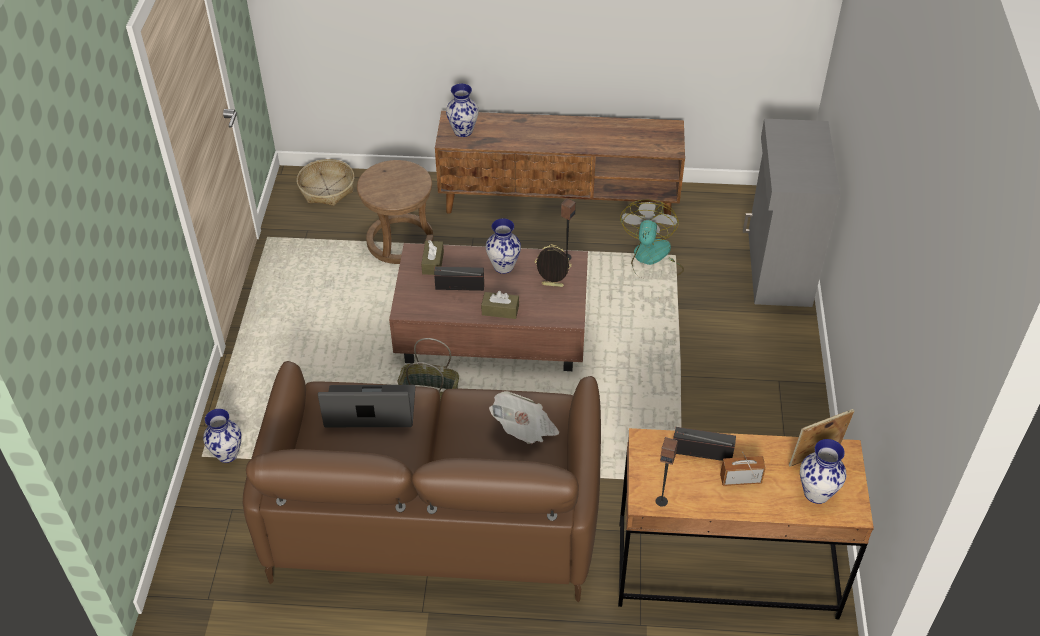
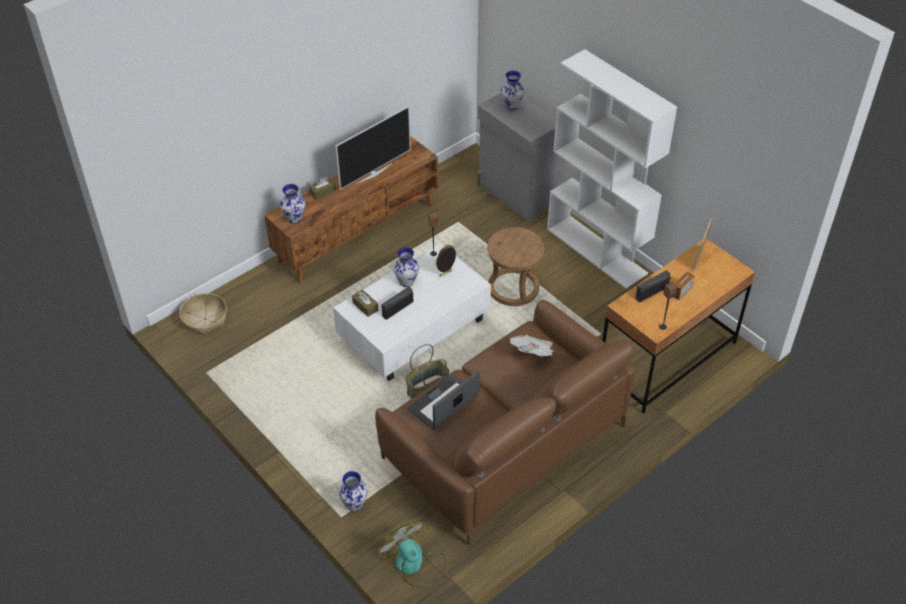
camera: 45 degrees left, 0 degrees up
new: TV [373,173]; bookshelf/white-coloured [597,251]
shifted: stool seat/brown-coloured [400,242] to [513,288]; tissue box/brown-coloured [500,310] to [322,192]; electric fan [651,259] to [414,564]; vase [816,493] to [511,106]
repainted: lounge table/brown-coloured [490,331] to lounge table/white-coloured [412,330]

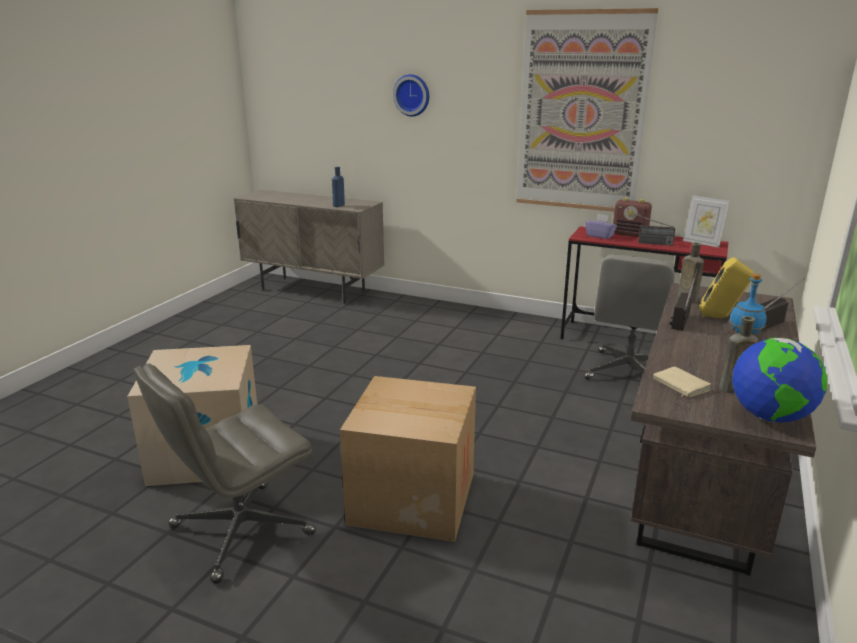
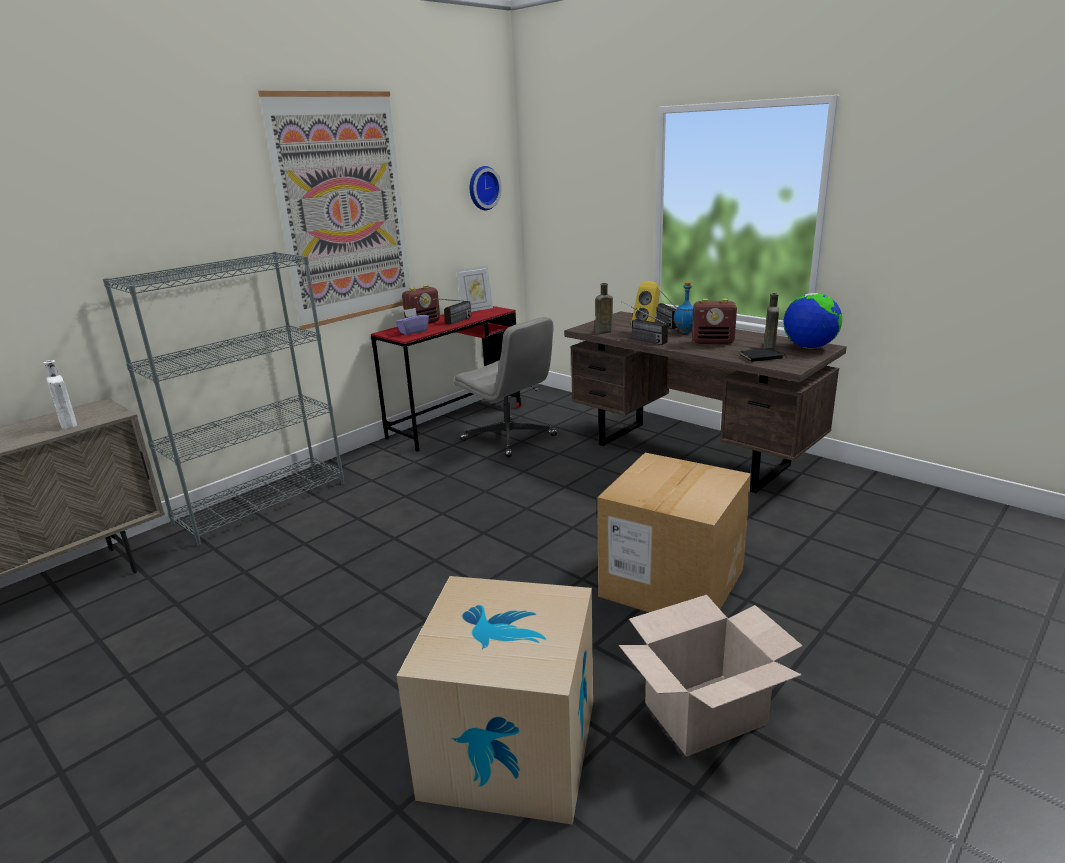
camera: 70 degrees left, 0 degrees up
new: bookshelf/gray [262,502]; radio [713,342]
shifted: hanging clock [412,95] to [482,188]
swapped: computer chair/gray [240,531] to packing box [705,714]
repainted: beverage bottle/blue [338,205] to beverage bottle/white-coloured [69,425]; bound book/sand-coloured [679,385] to bound book/black [761,357]

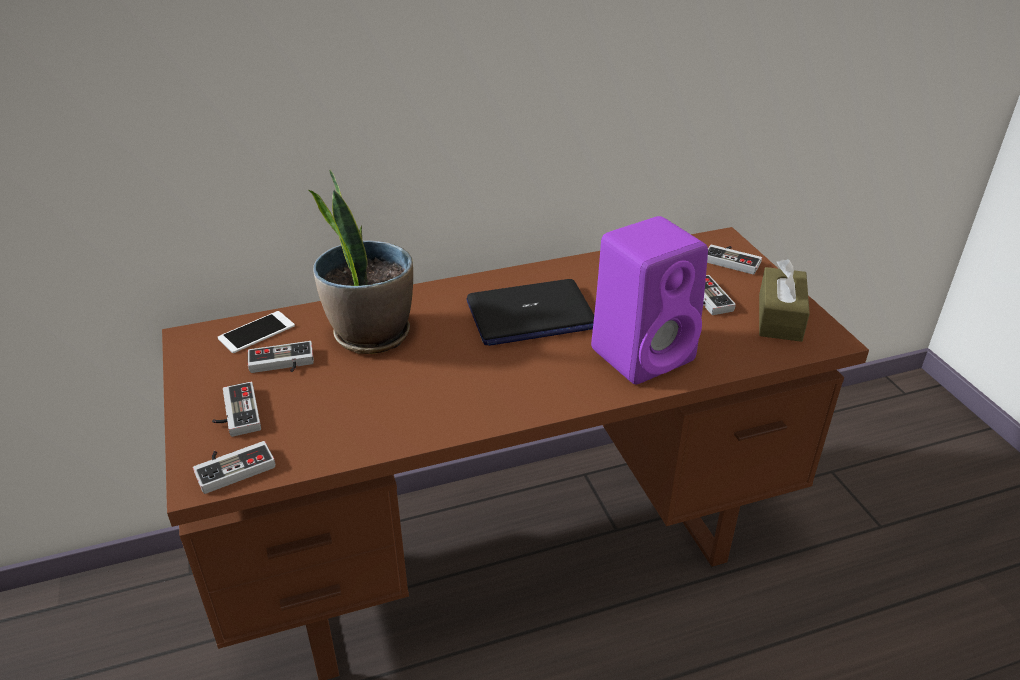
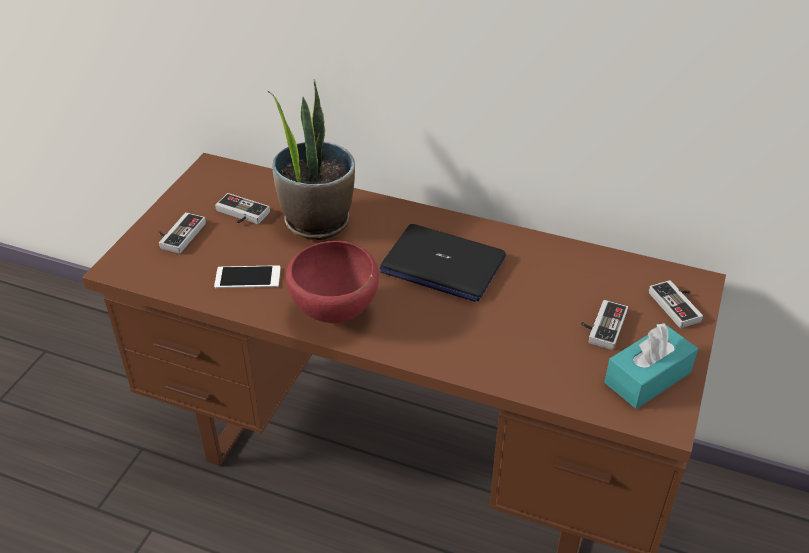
camera: 40 degrees right, 5 degrees up
gone: joypad [233,466]; loudspeaker/purple [644,353]
new: deep dish/reddish [336,314]
shifted: telephone [256,332] to [247,277]
repainted: tissue box/brown-coloured [780,317] to tissue box/turquoise-coloured [647,377]

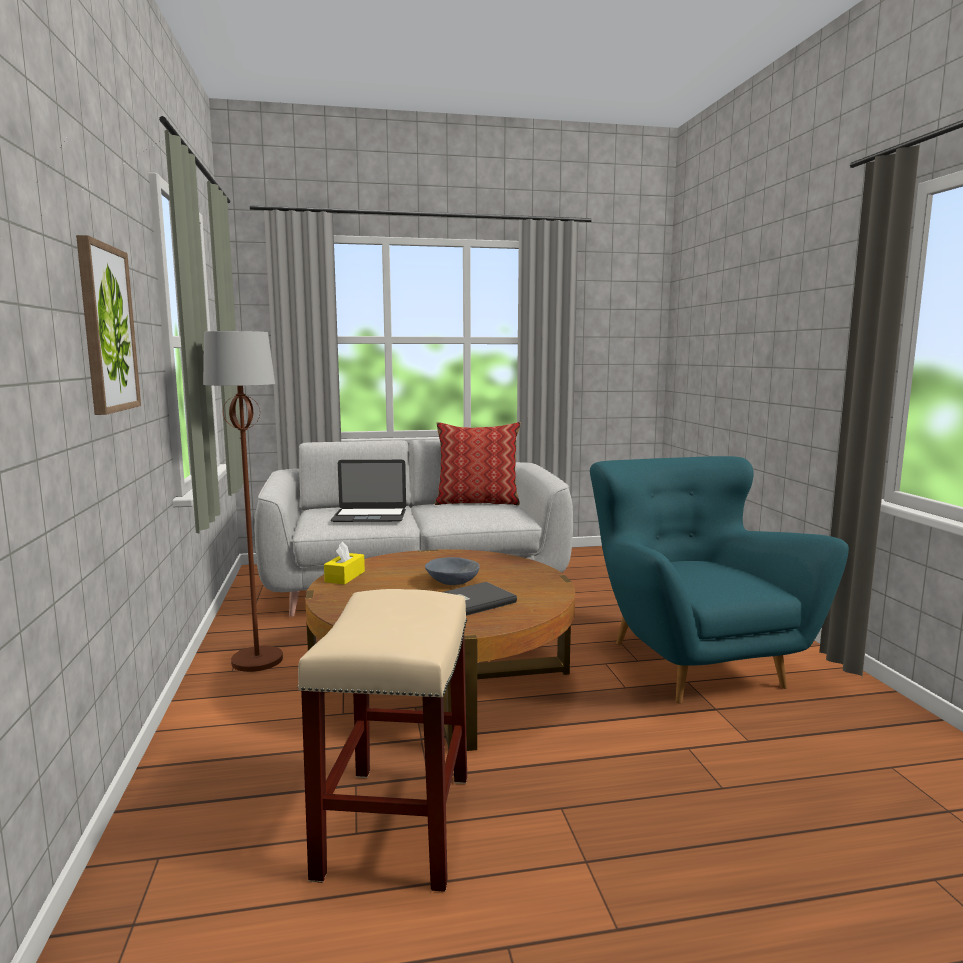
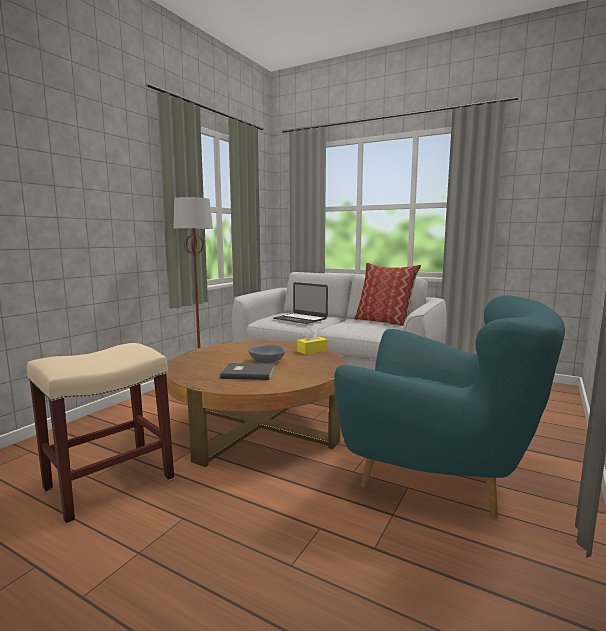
camera: 40 degrees right, 0 degrees up
gone: picture [106,329]
shifted: tissue box/yellow [345,577] to [312,351]
rotated: lounge chair/turquoise-coloured [691,662] = [438,475] 90 degrees clockwise

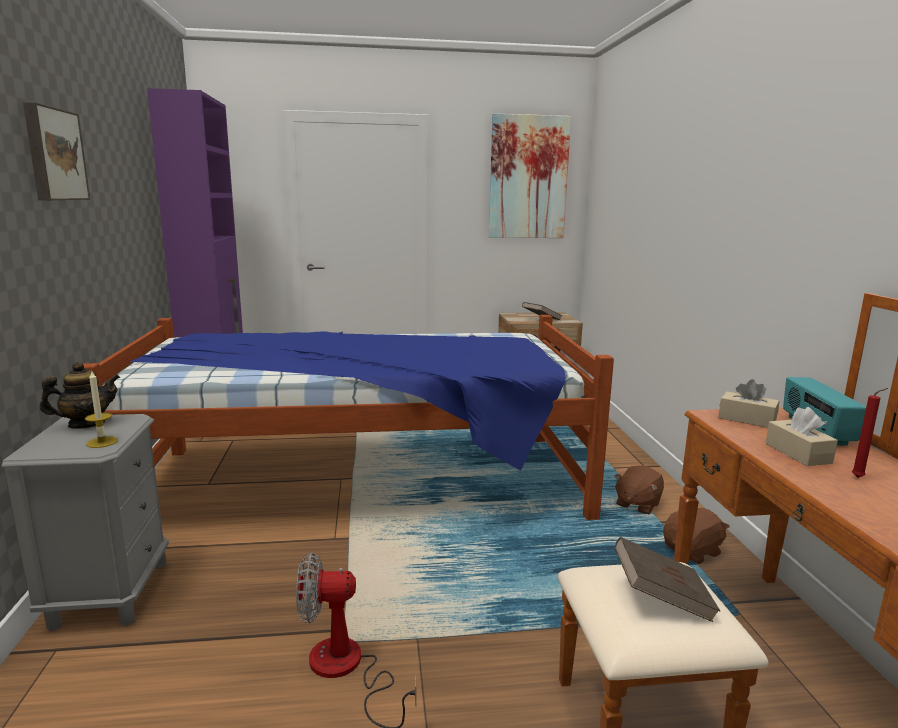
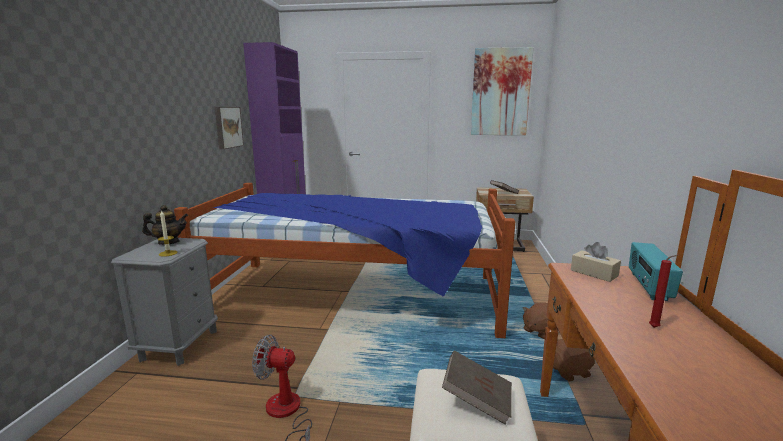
camera: 15 degrees right, 0 degrees up
gone: tissue box/sand-coloured [797,453]
shifted: picture [53,154] to [227,127]

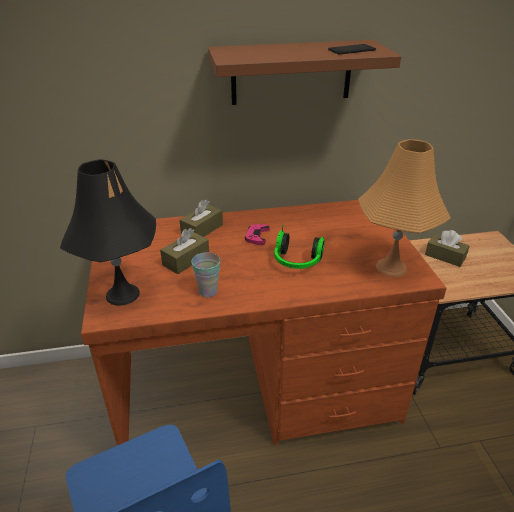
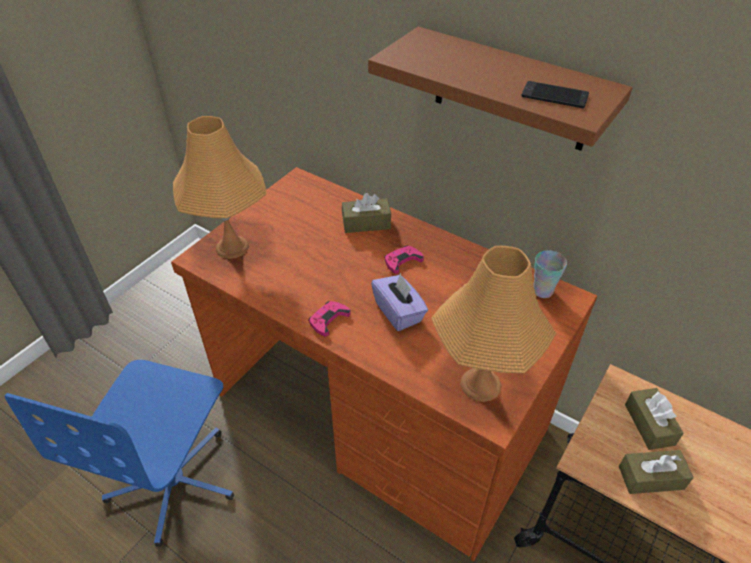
camera: 45 degrees right, 10 degrees up
new: joypad/pink [328,320]
shifted: tissue box/brown-coloured [186,260] to [651,477]; small cup [208,291] to [542,291]
swapped: pair of headphones [297,262] to tissue box/purple [399,312]
repainted: table lamp/black [123,294] to table lamp/orange-coloured [232,247]

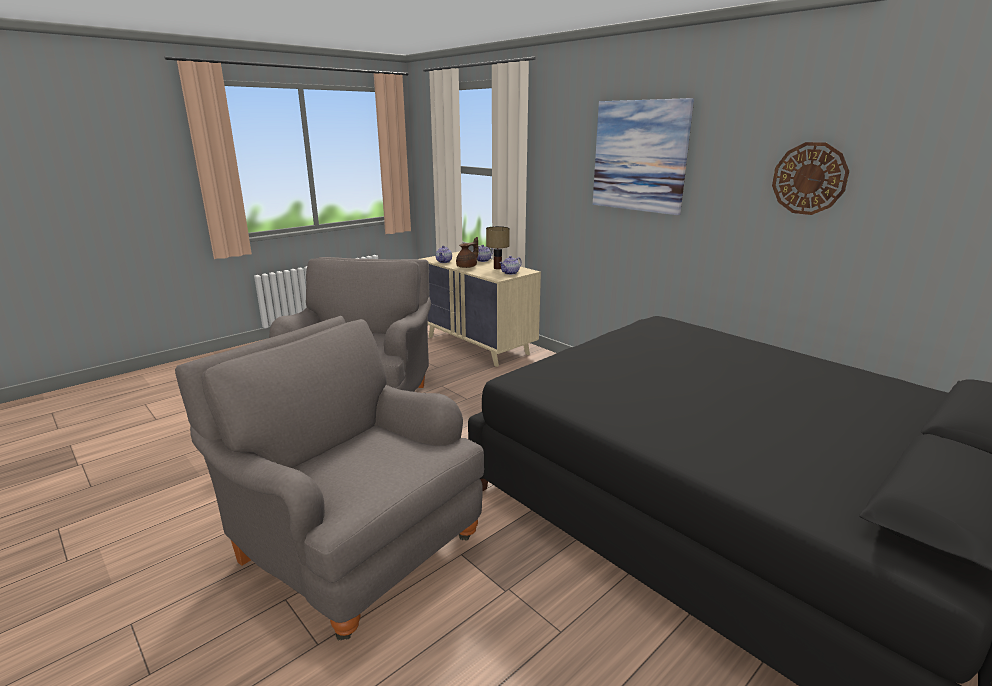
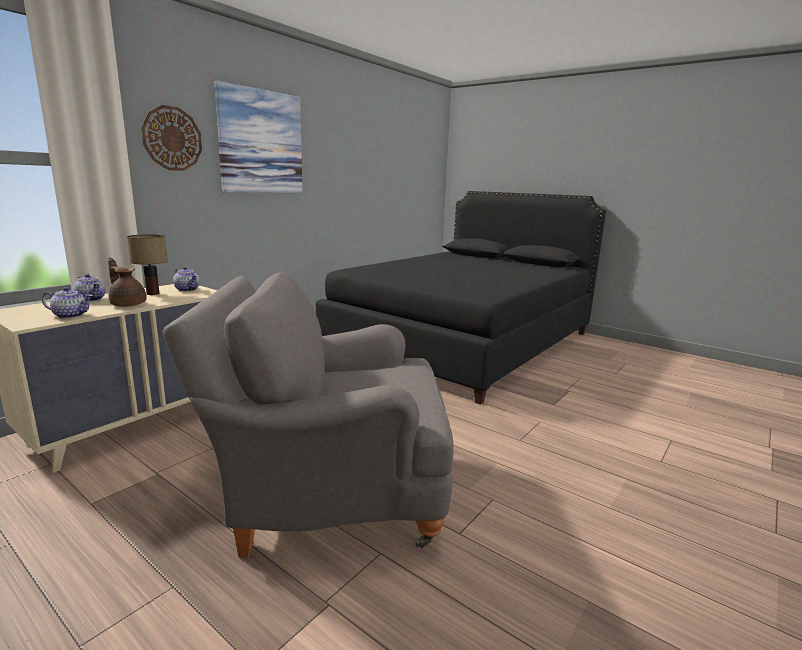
camera: 100 degrees left, 5 degrees down
gone: lounge chair/gray [350,544]
shifted: hanging clock [809,178] to [172,138]

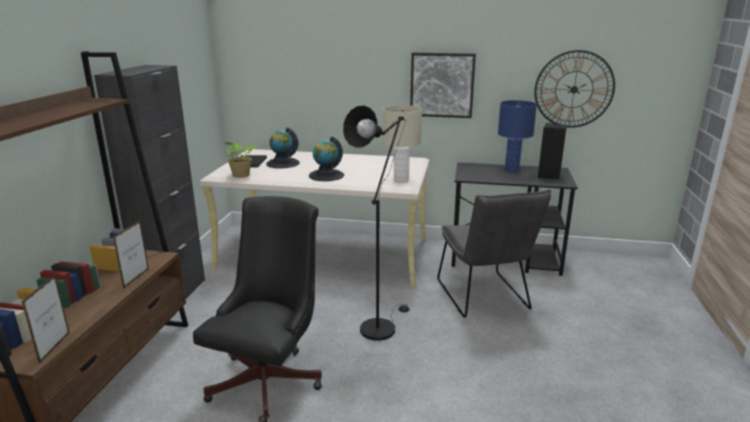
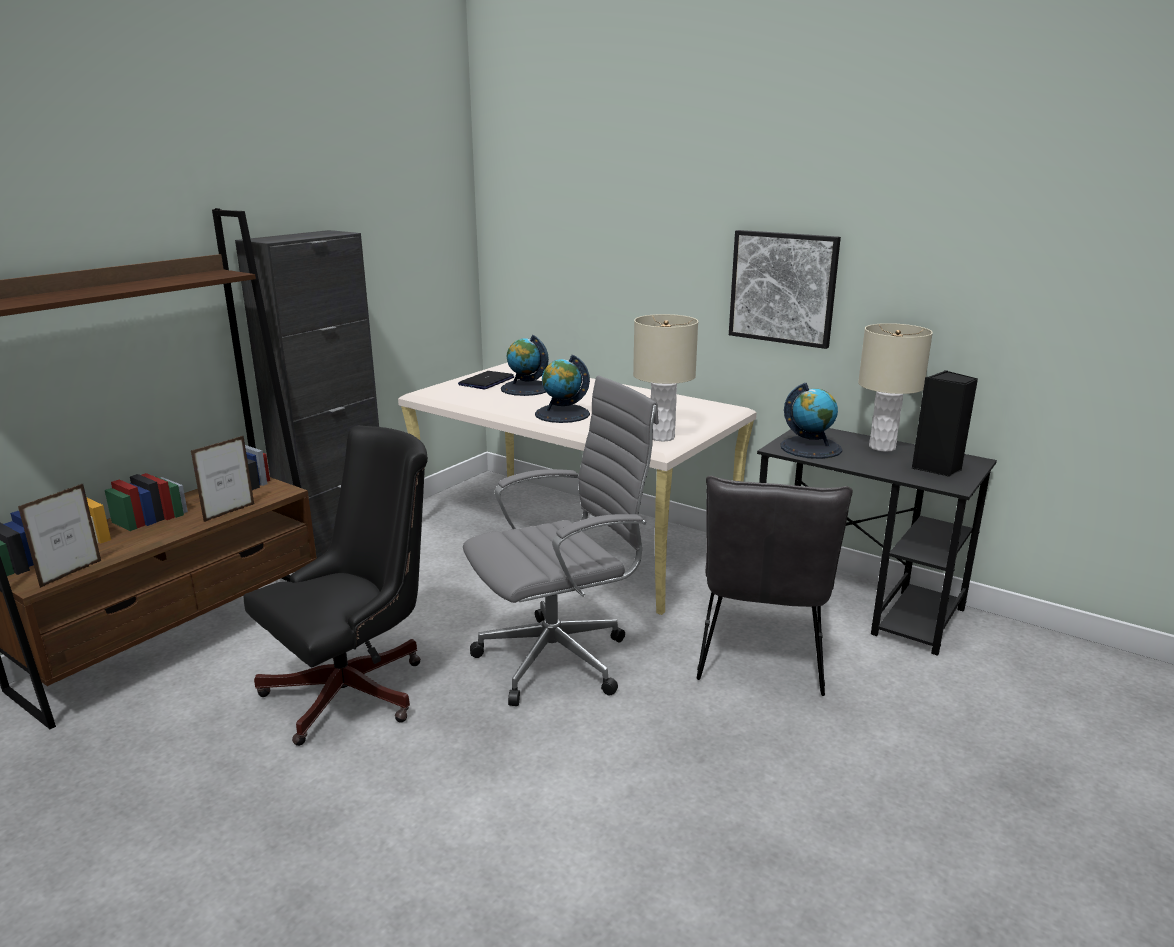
camera: 25 degrees right, 0 degrees up
gone: houseplant [240,175]; hanging clock [574,89]
new: globe [811,448]
swapped: floor lamp/black [380,326] to computer chair/gray [560,658]
repainted: table lamp/blue [511,169] to table lamp/sand-coloured [882,447]

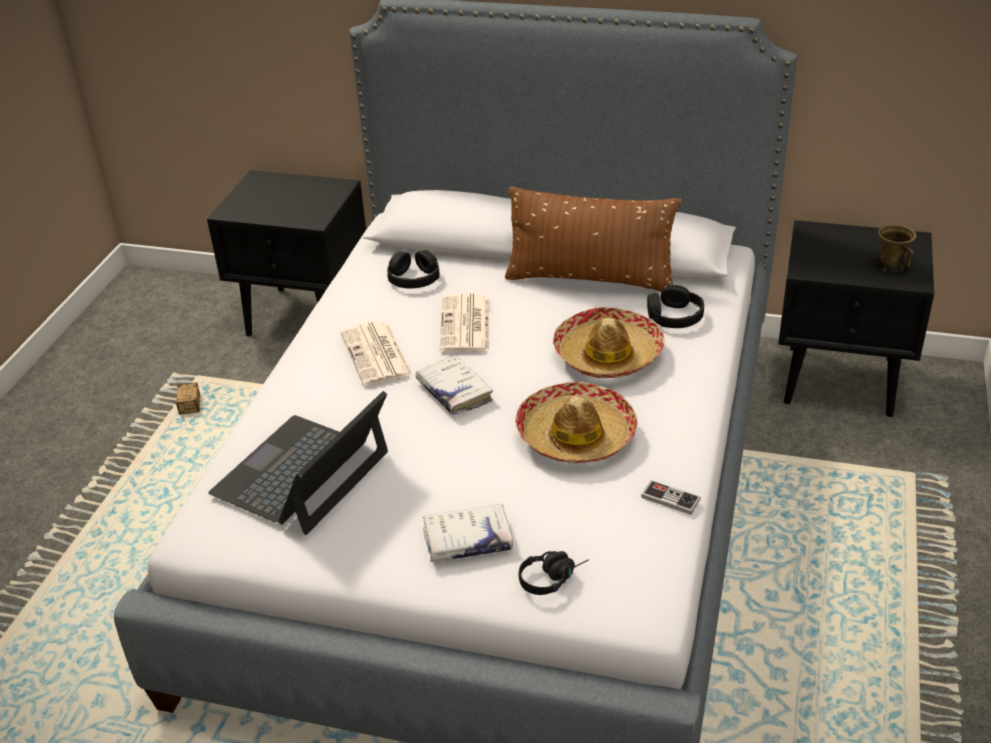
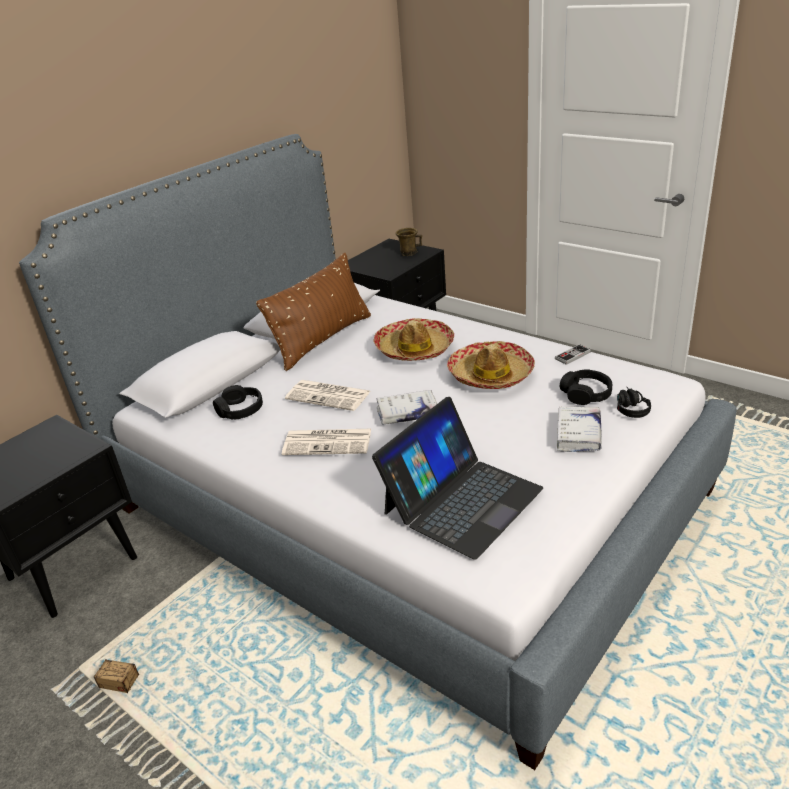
camera: 65 degrees left, 5 degrees down
shifted: pair of headphones/black [674,317] to [586,394]
rotated: portable computer [302,474] = [461,500] 105 degrees counterclockwise

